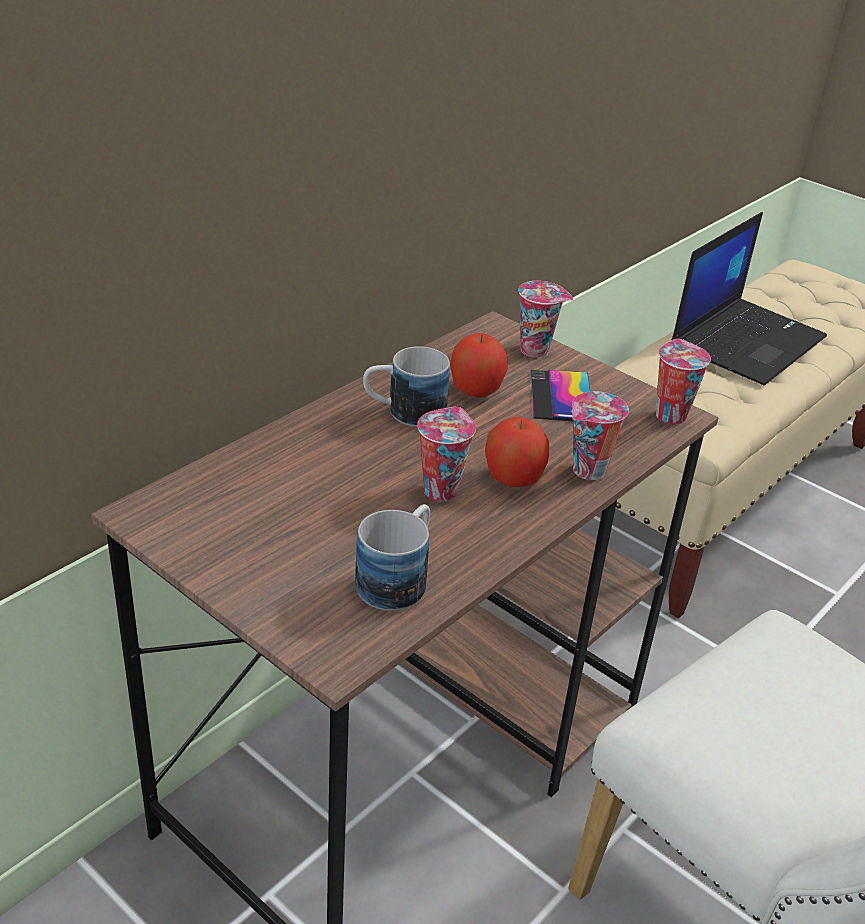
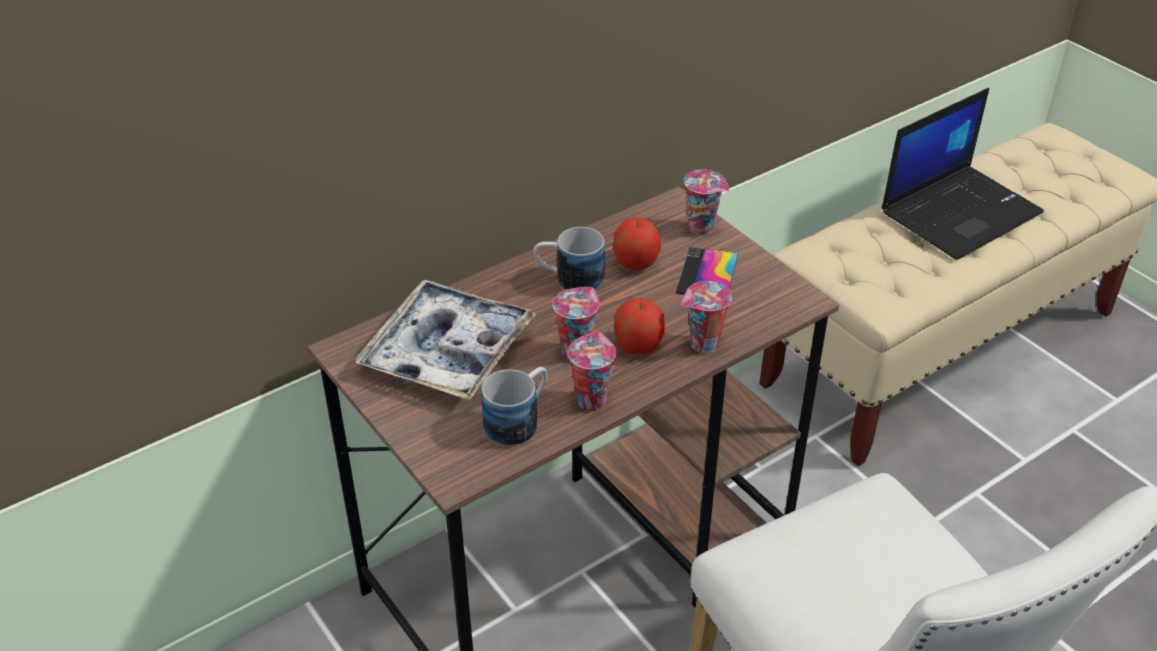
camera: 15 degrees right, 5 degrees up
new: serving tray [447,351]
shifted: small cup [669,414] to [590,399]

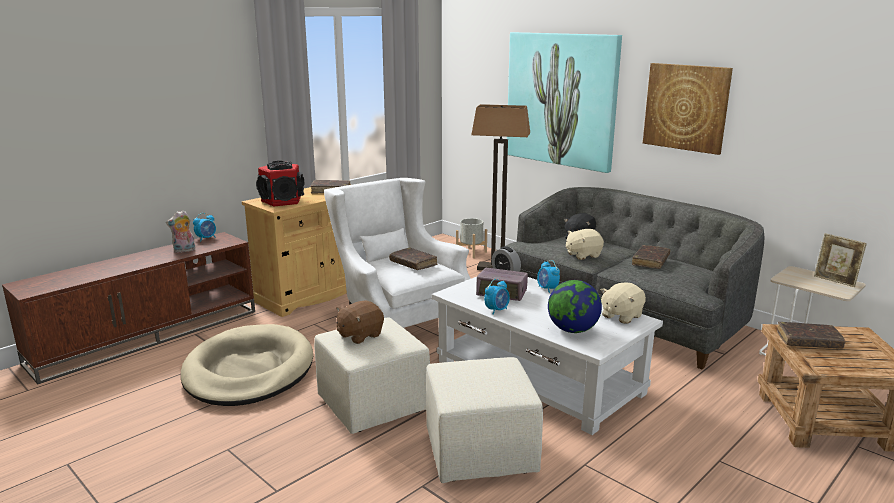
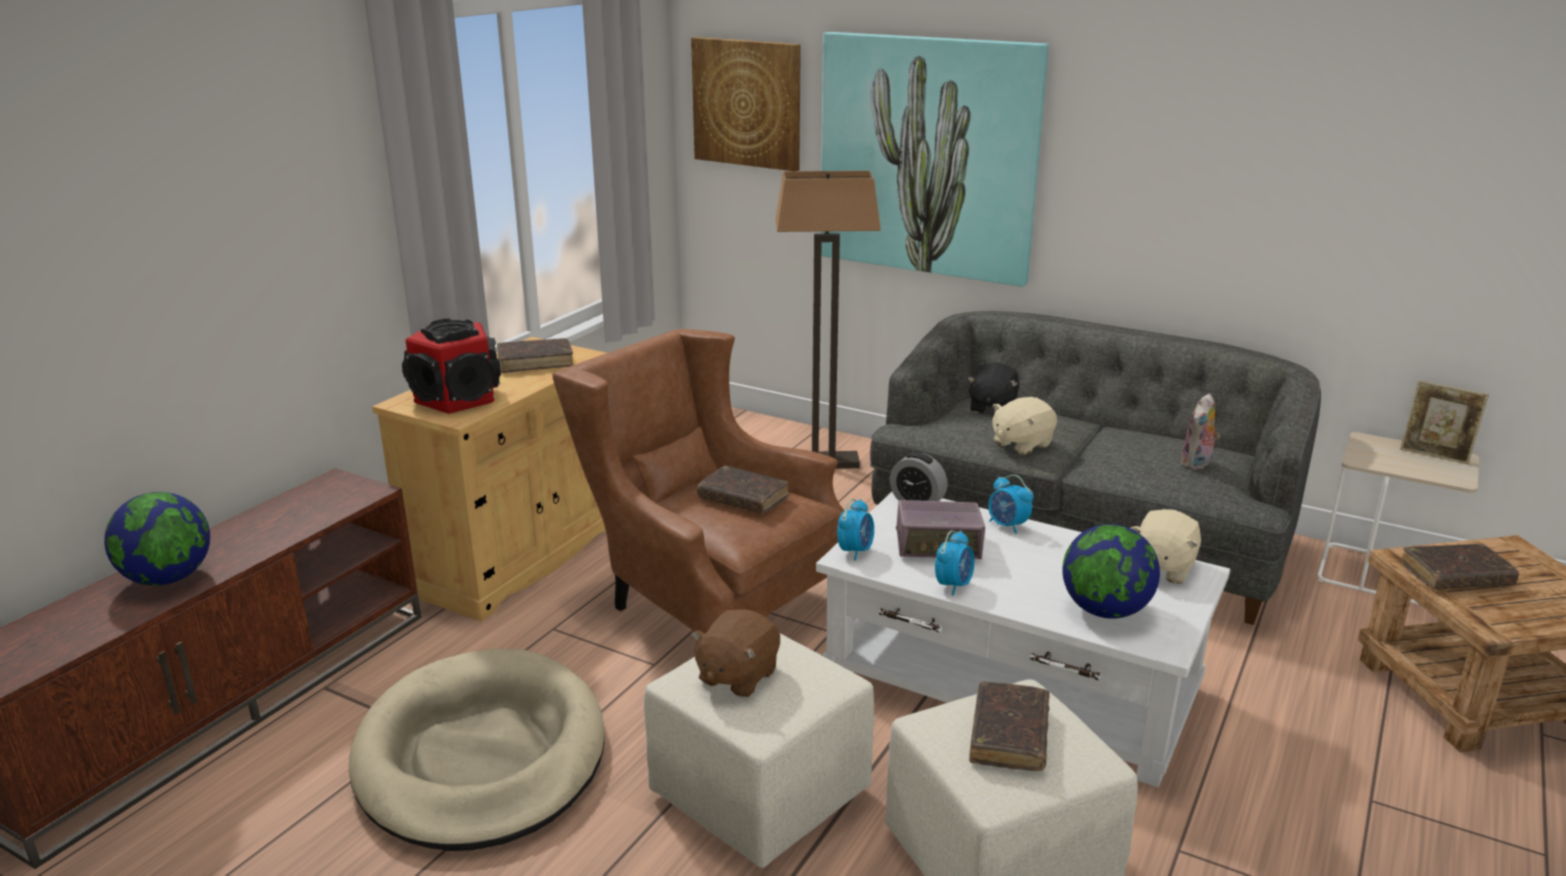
camera: 15 degrees left, 5 degrees up
gone: planter/gray [471,253]
new: globe [168,578]
shifted: plush toy [184,251] to [1197,464]; table clock [206,238] to [855,551]; bound book/brown-coloured [650,261] to [1009,736]; picture [686,107] to [747,103]
repainted: lounge chair/white-coloured [398,322] to lounge chair/brown-coloured [708,602]

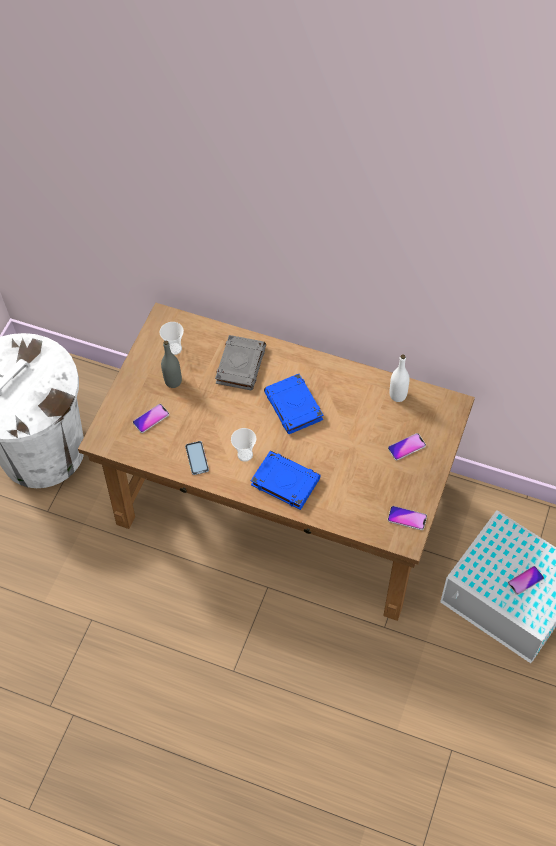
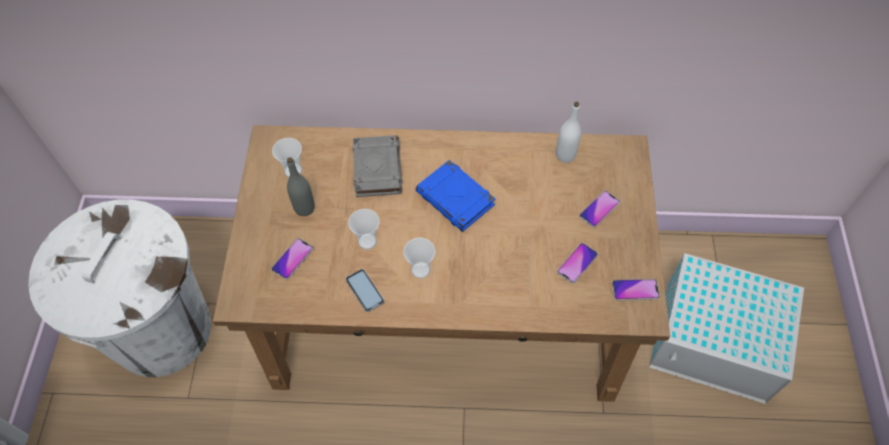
camera: 20 degrees left, 0 degrees up
gone: bound book/blue [284,482]
new: small cup [367,241]
shifted: telephone [525,580] to [577,263]

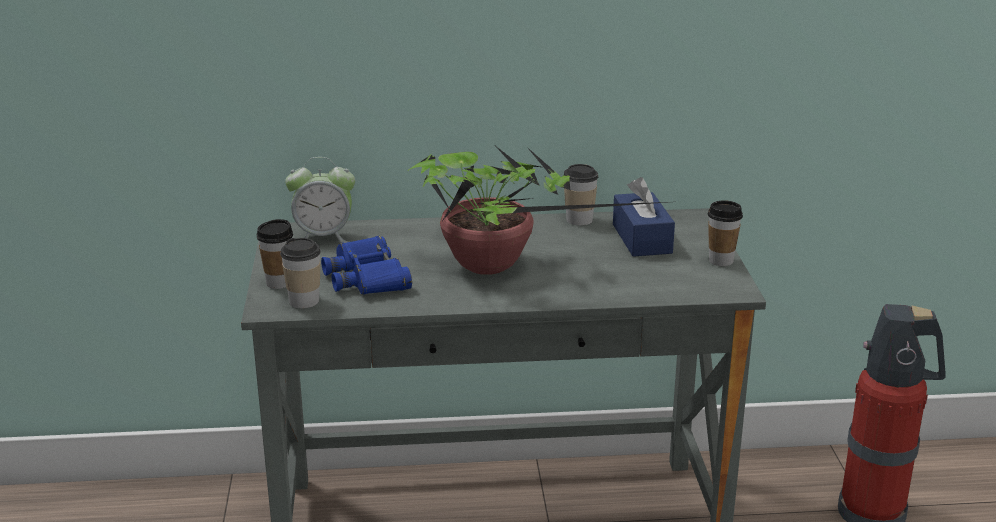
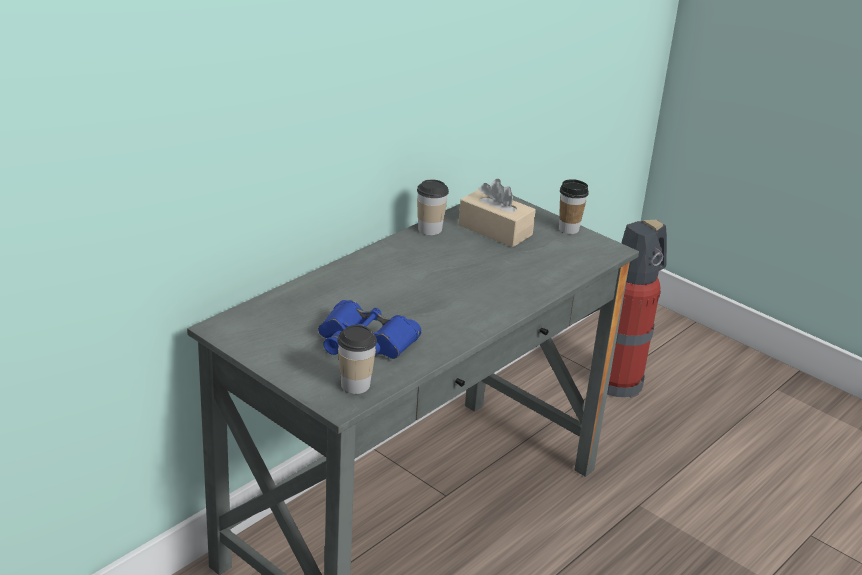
camera: 45 degrees left, 5 degrees up
gone: small cup [279,283]; table clock [323,237]; houseplant [493,266]
repainted: tissue box/blue [642,239] to tissue box/sand-coloured [495,230]

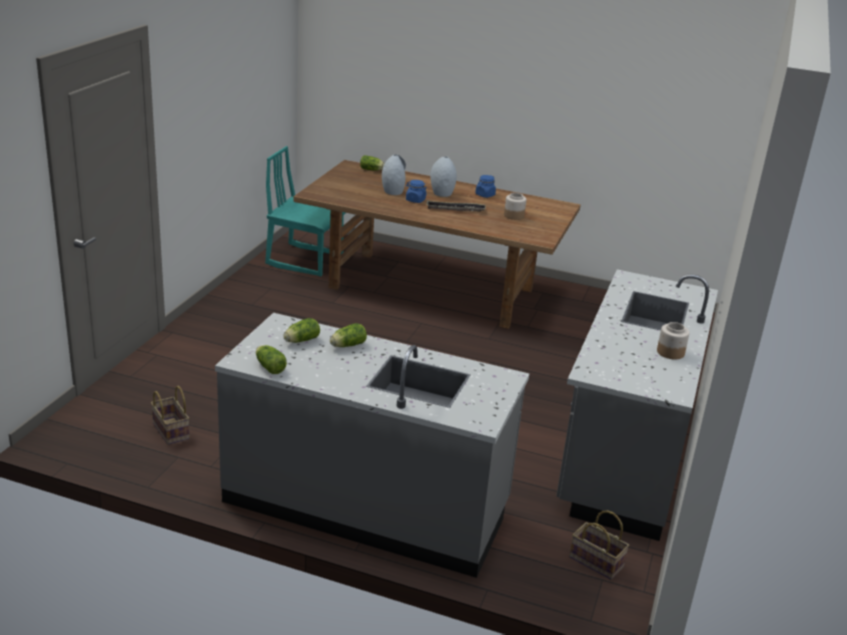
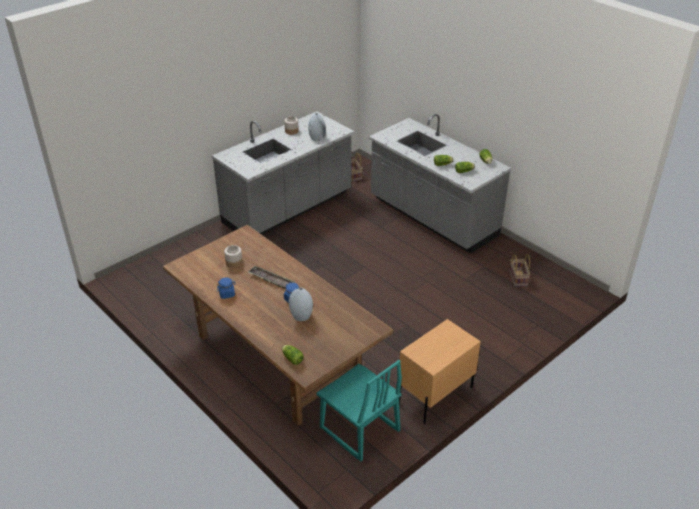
camera: 150 degrees left, 10 degrees up
new: bedside table/sand-coloured [435,395]
shifted: vase/gray [442,194] to [317,137]

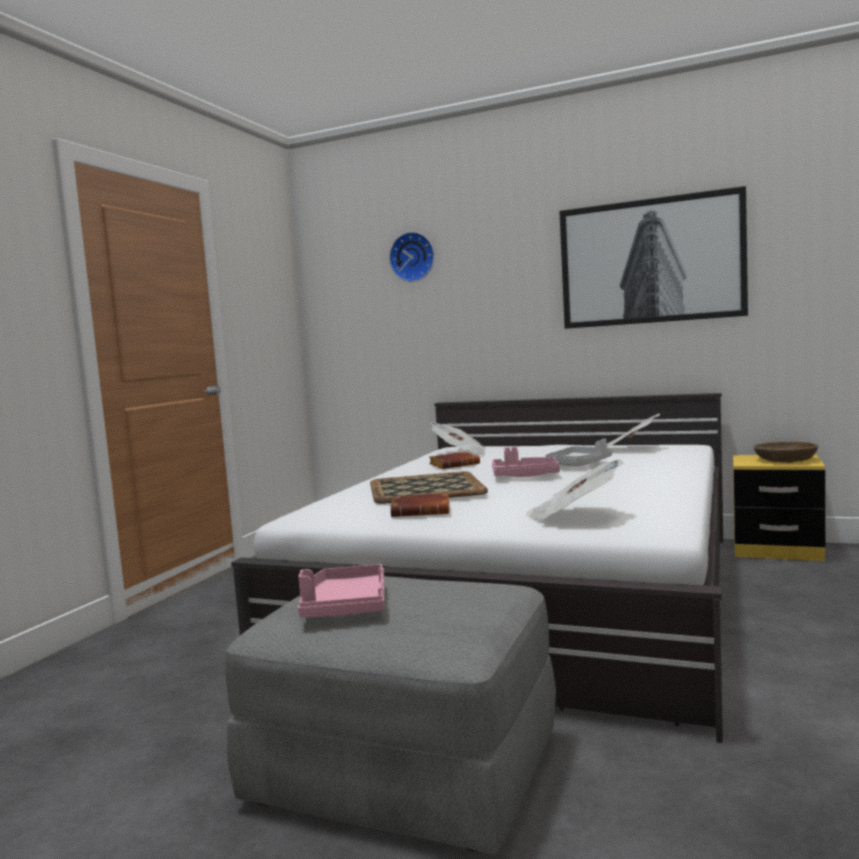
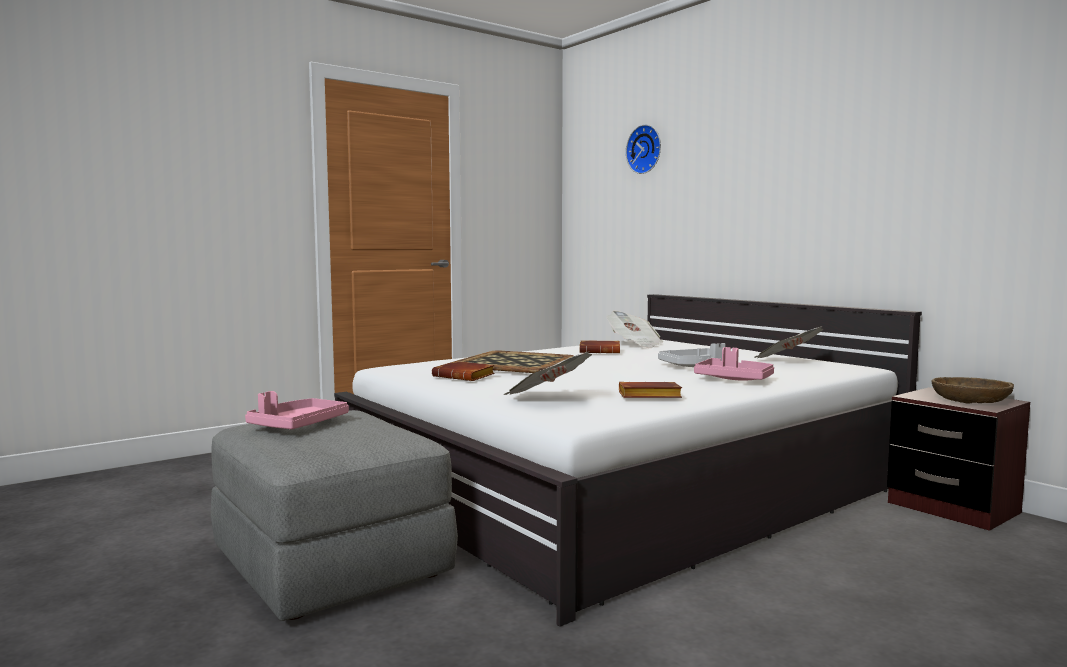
camera: 30 degrees right, 0 degrees up
gone: picture [650,261]
new: bound book/brown-coloured [647,397]
shifted: serving tray/pink [524,476] to [734,379]
repainted: bedside table/yellow [777,550] to bedside table/brown-coloured [952,508]

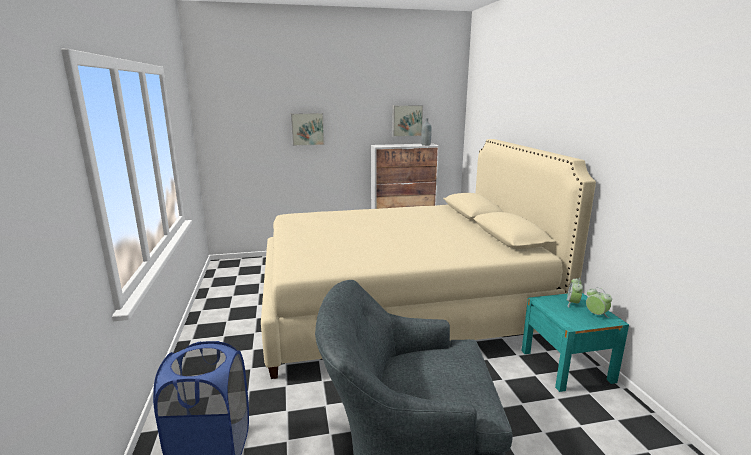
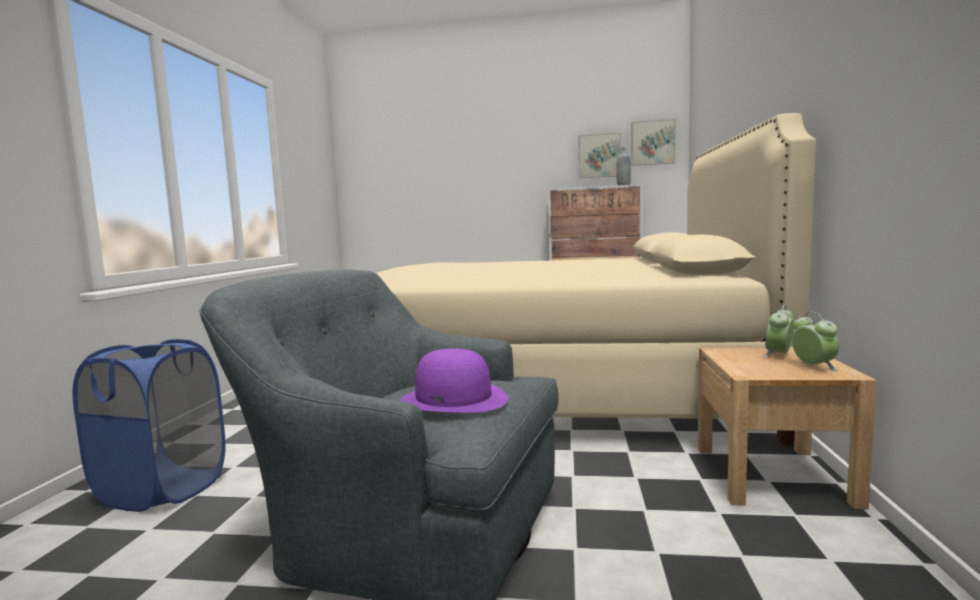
camera: 20 degrees right, 10 degrees down
new: clothing hat/purple [454,399]
shifted: picture [307,129] to [652,143]
repainted: bedside table/turquoise-coloured [566,366] to bedside table/sand-coloured [772,475]

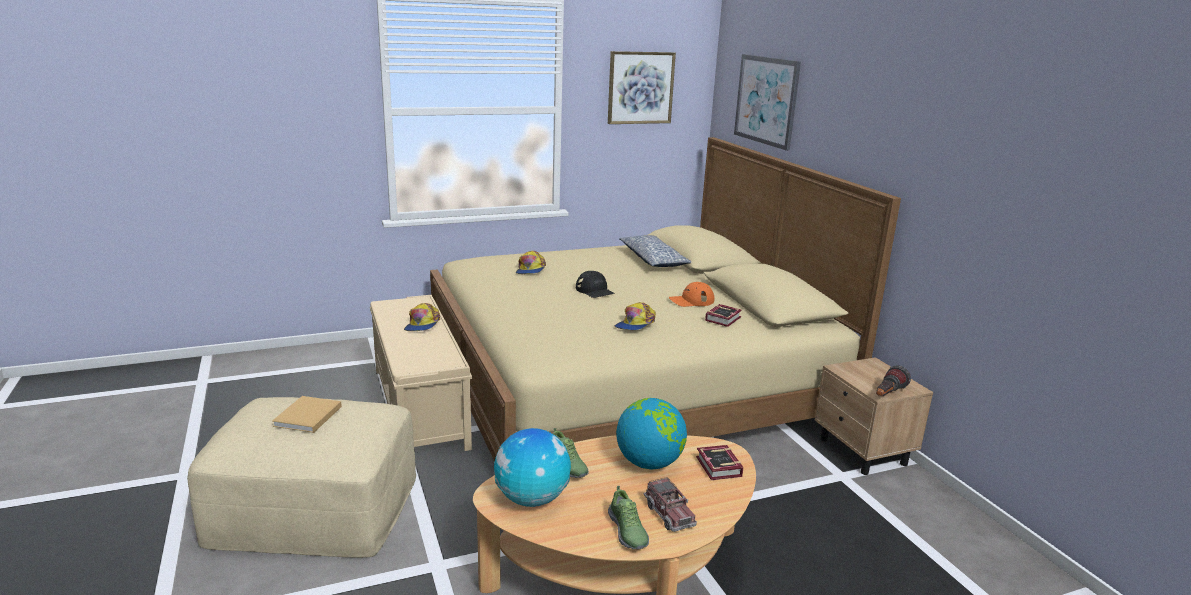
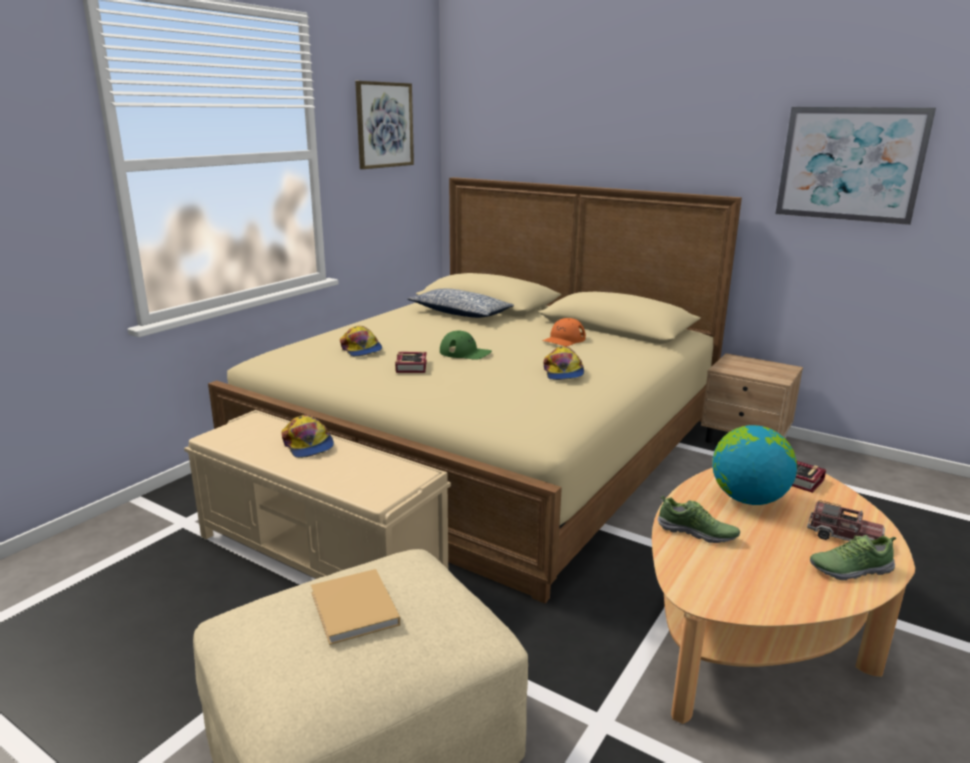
camera: 35 degrees left, 0 degrees up
gone: globe [532,499]; torch [887,395]
shifted: bound book [724,318] to [412,366]; picture [766,100] to [850,164]
repainted: cap/black [594,290] to cap/green [465,353]
rotated: item of footwear [627,531] = [849,569] 135 degrees clockwise

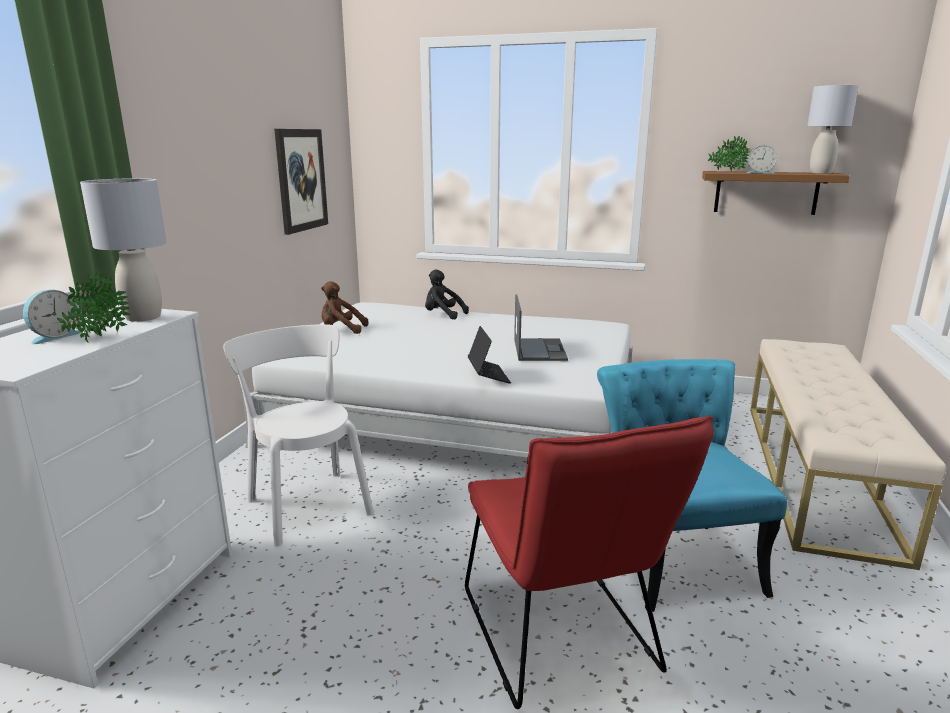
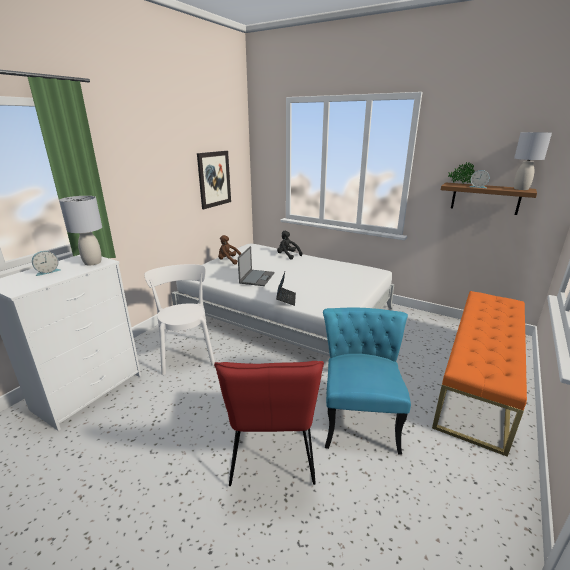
camera: 15 degrees right, 5 degrees up
gone: houseplant [97,339]
shifted: portable computer [539,350] to [257,277]
repainted: long seat/sand-coloured [816,472] to long seat/orange-coloured [478,380]

